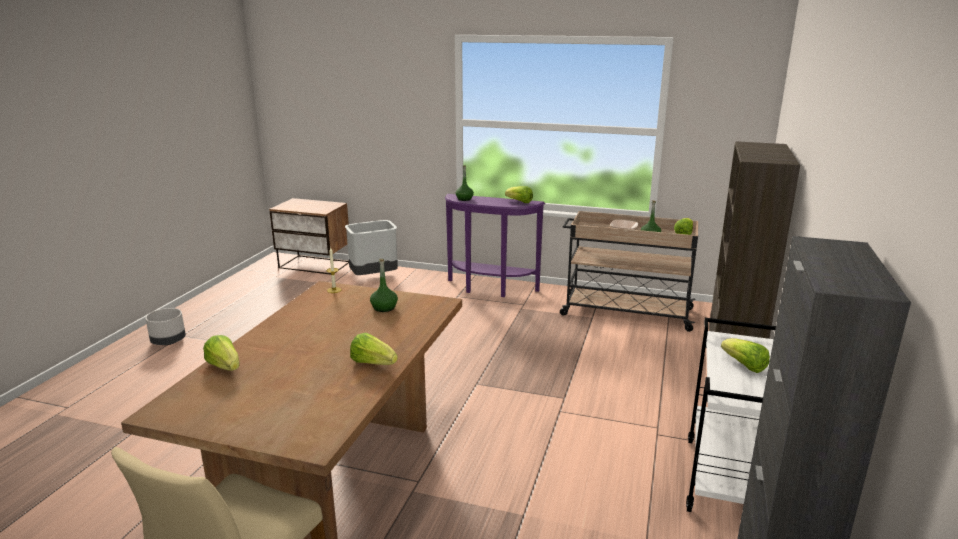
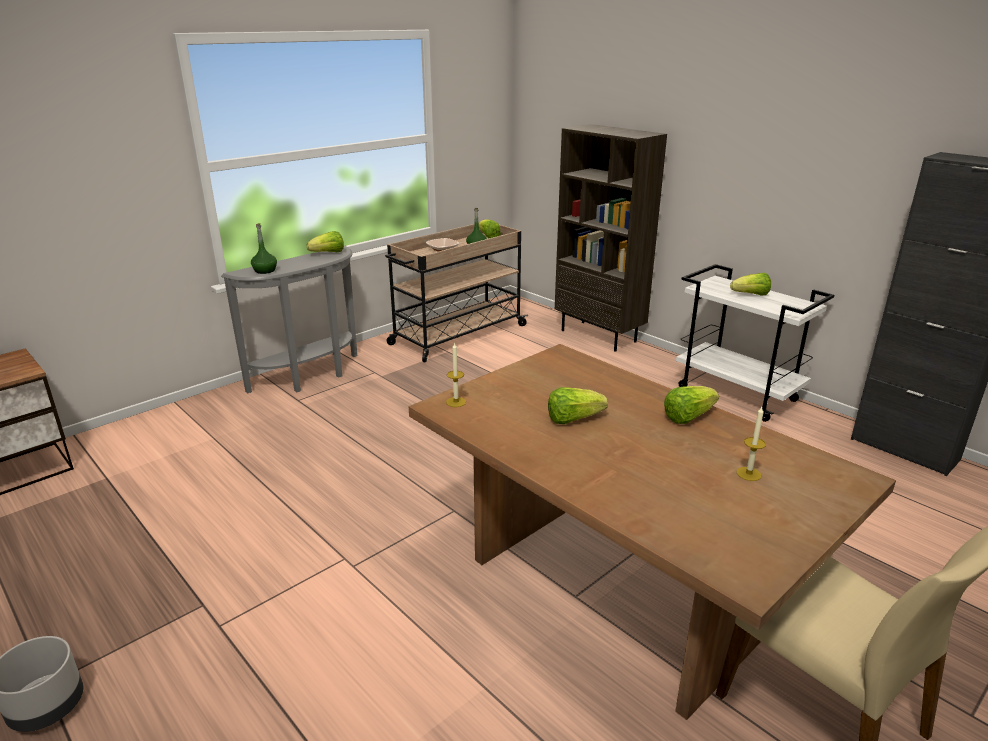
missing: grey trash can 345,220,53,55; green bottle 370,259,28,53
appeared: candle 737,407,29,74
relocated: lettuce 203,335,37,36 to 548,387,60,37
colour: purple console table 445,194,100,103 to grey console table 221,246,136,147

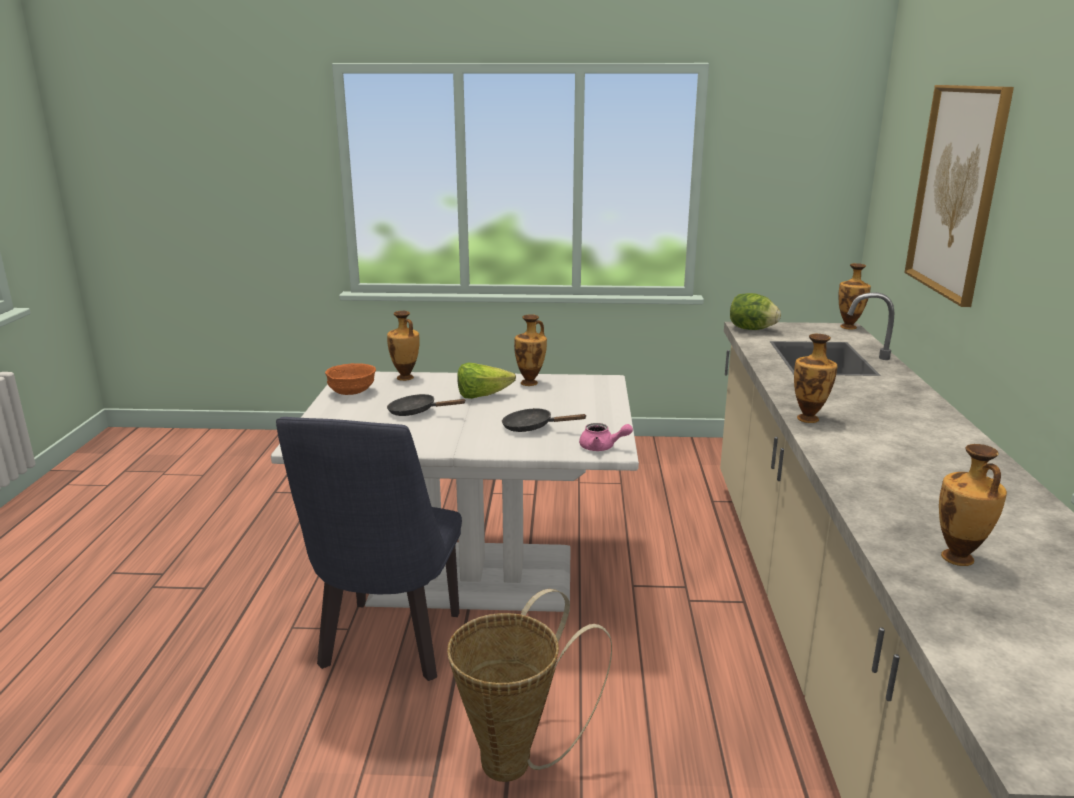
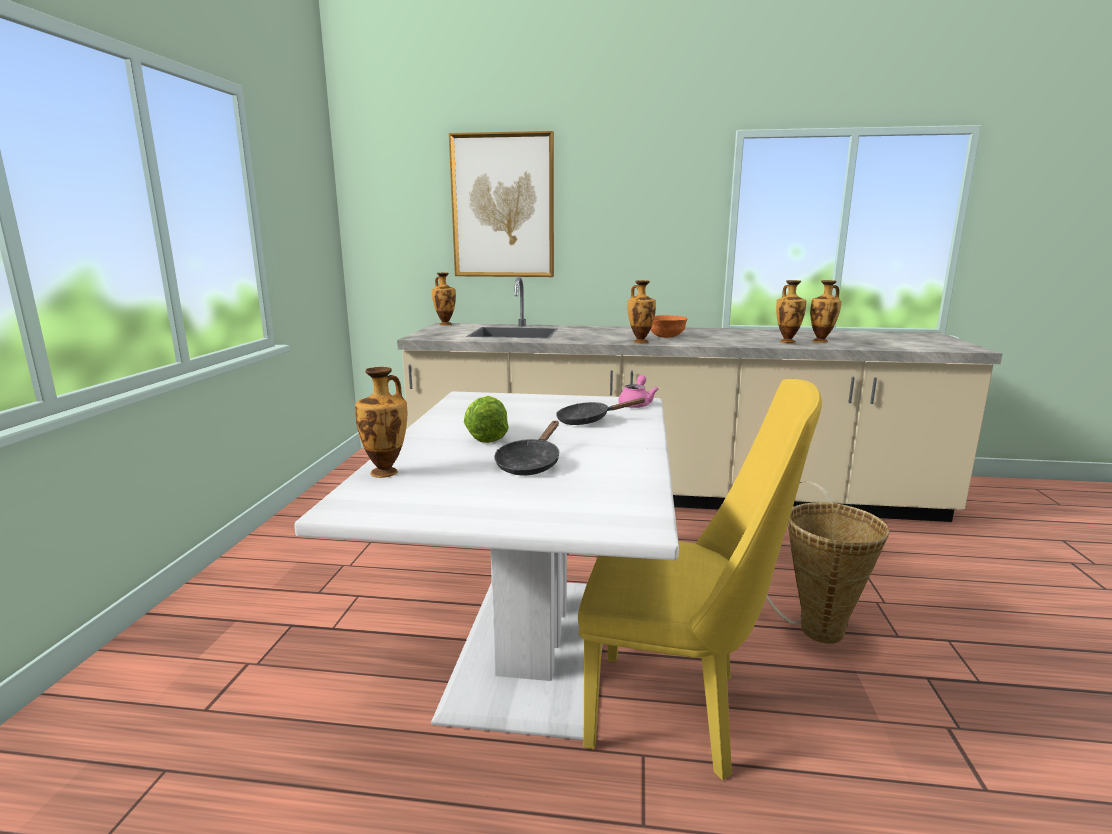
missing: lettuce 730,293,51,37
relocated: orange bowl 325,363,51,32 to 650,315,38,23; vase 514,314,33,72 to 776,280,30,63
colour: blue chair 276,417,186,264 to yellow chair 578,379,244,401
spun: black frying pan 502,408,85,24 = 556,398,90,27 60 degrees clockwise

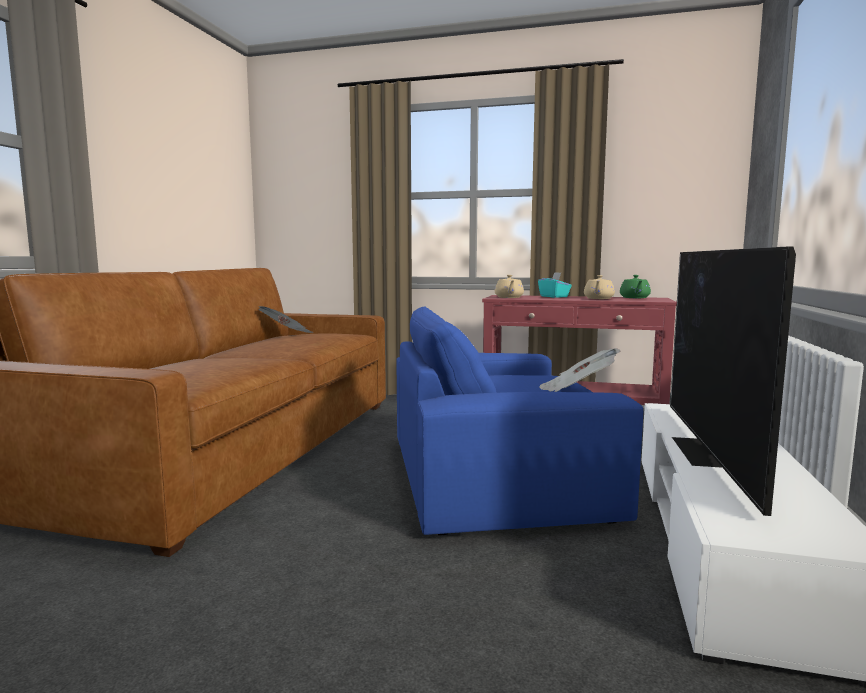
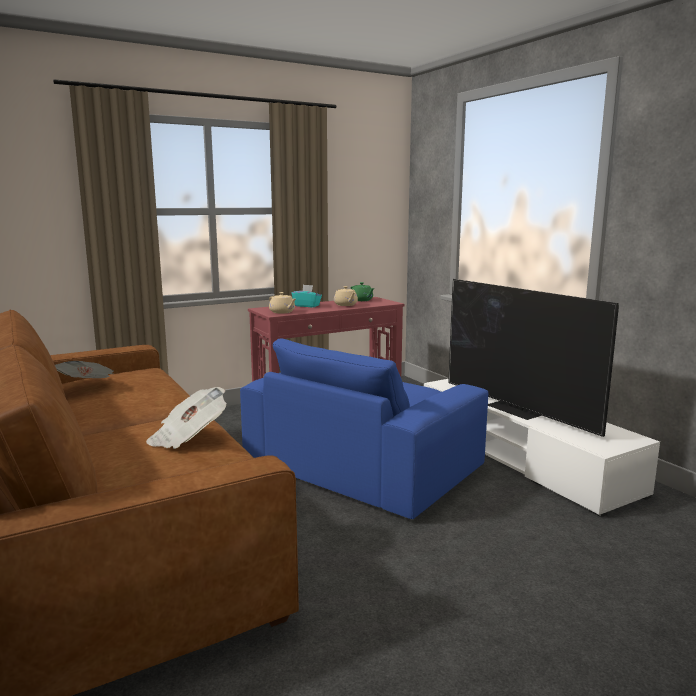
relocated: newspaper 539,348,82,44 to 146,387,81,62

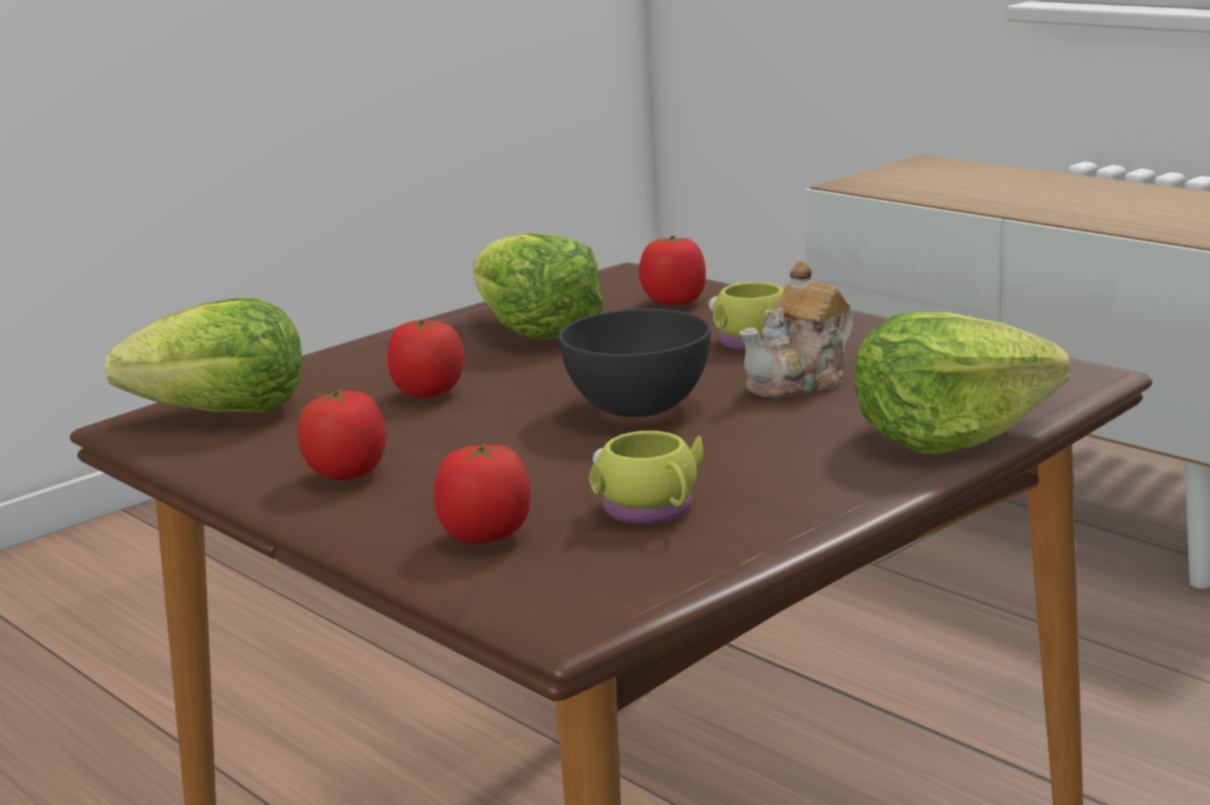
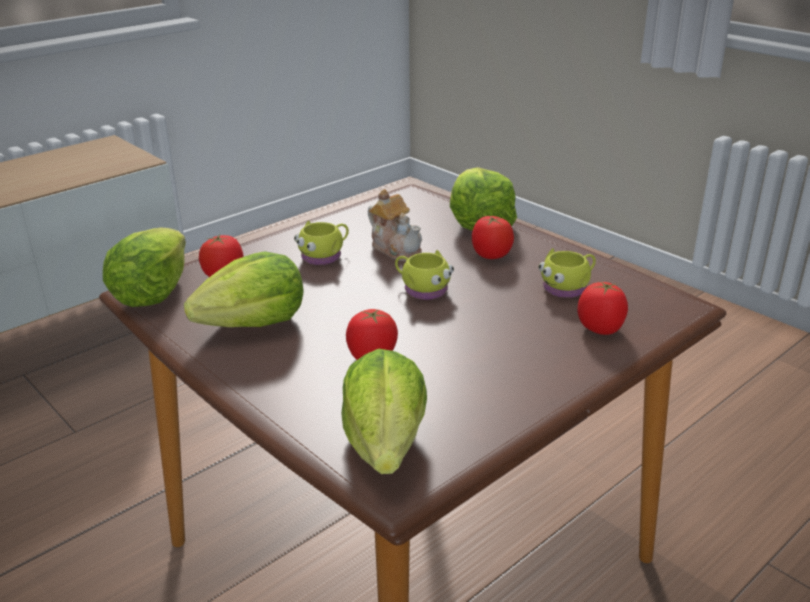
appeared: lettuce 103,228,83,79
relocated: tomato 297,387,89,93 to 472,216,42,43
exchanged: grey bowl 558,309,153,108 to yellow mug 395,250,59,50

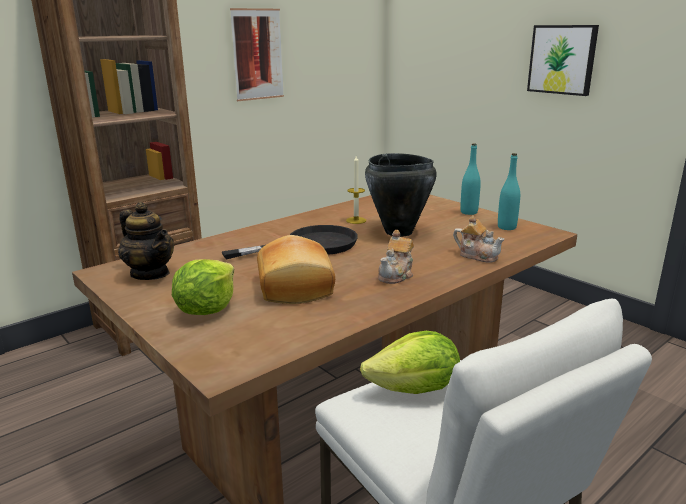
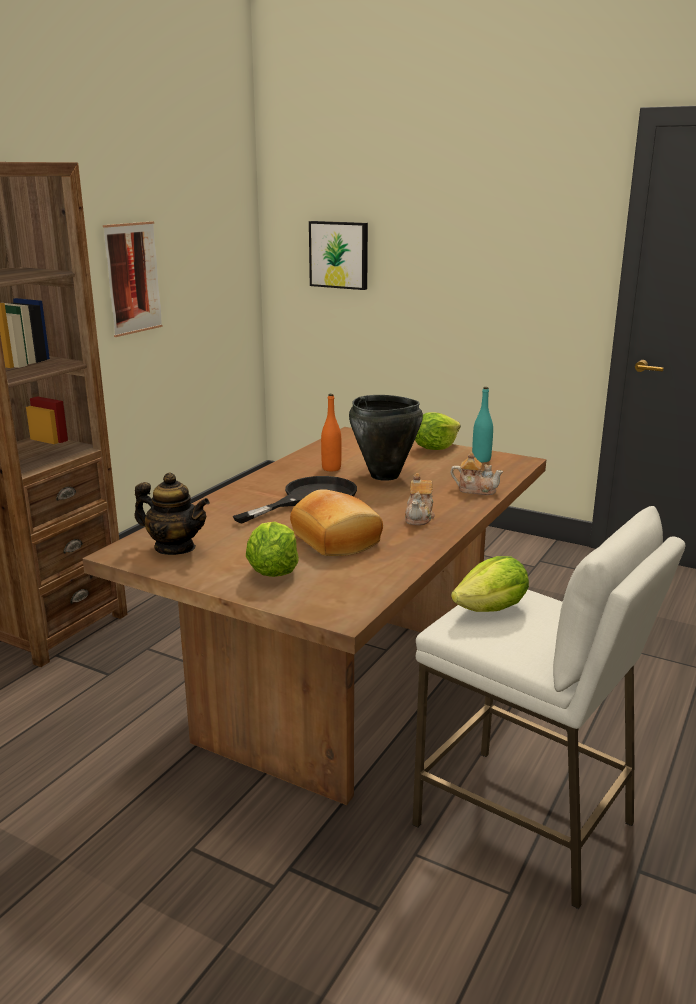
relocated: picture 527,25,72,71 to 309,221,59,69
exchanged: candle 346,156,20,68 to orange bottle 321,394,21,77; turquoise bottle 460,143,21,72 to lettuce 415,412,46,38

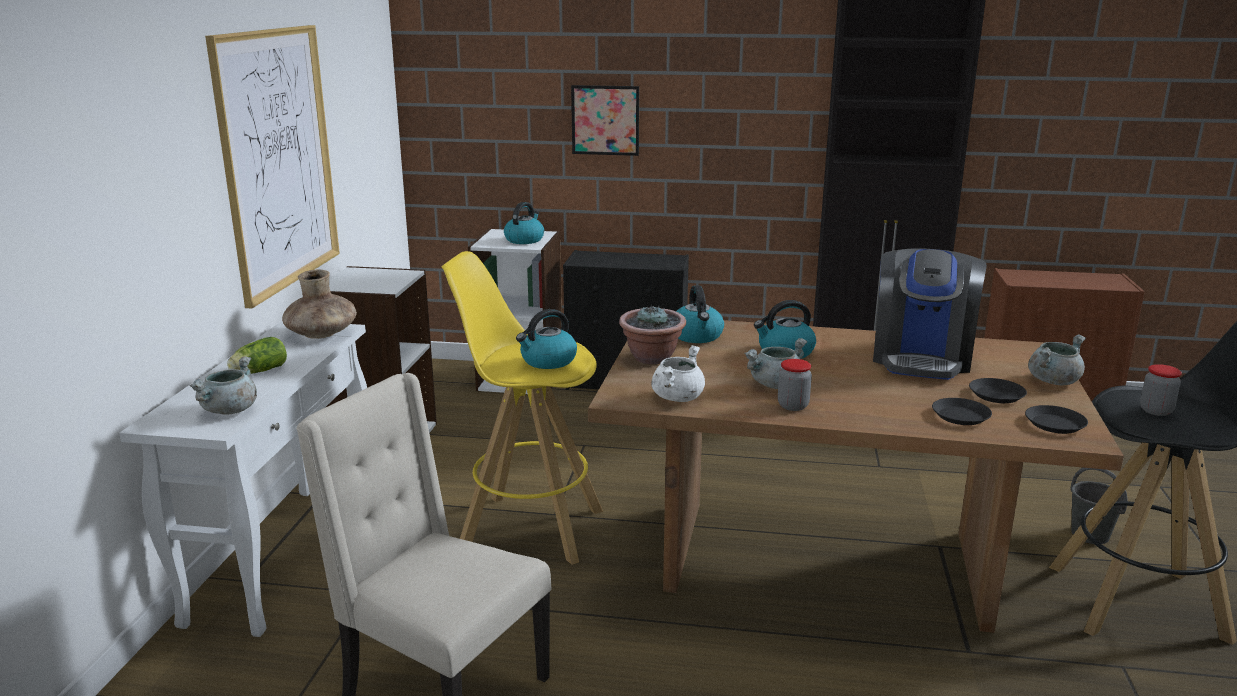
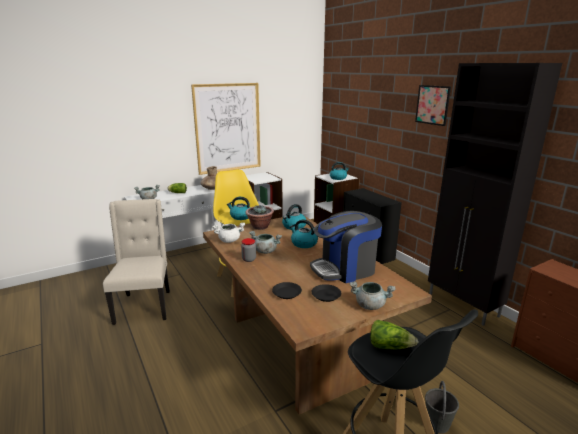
missing: black plate 1025,405,63,29
relocated: picture 571,85,68,71 to 415,85,36,41
exchanged: jar 1140,364,42,52 to lettuce 370,320,48,29

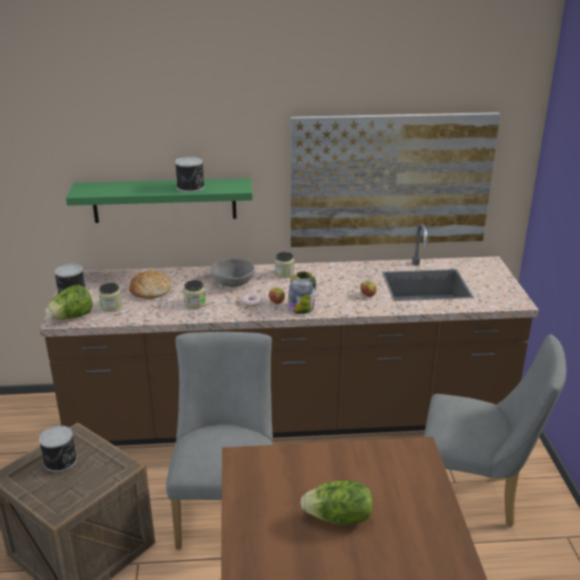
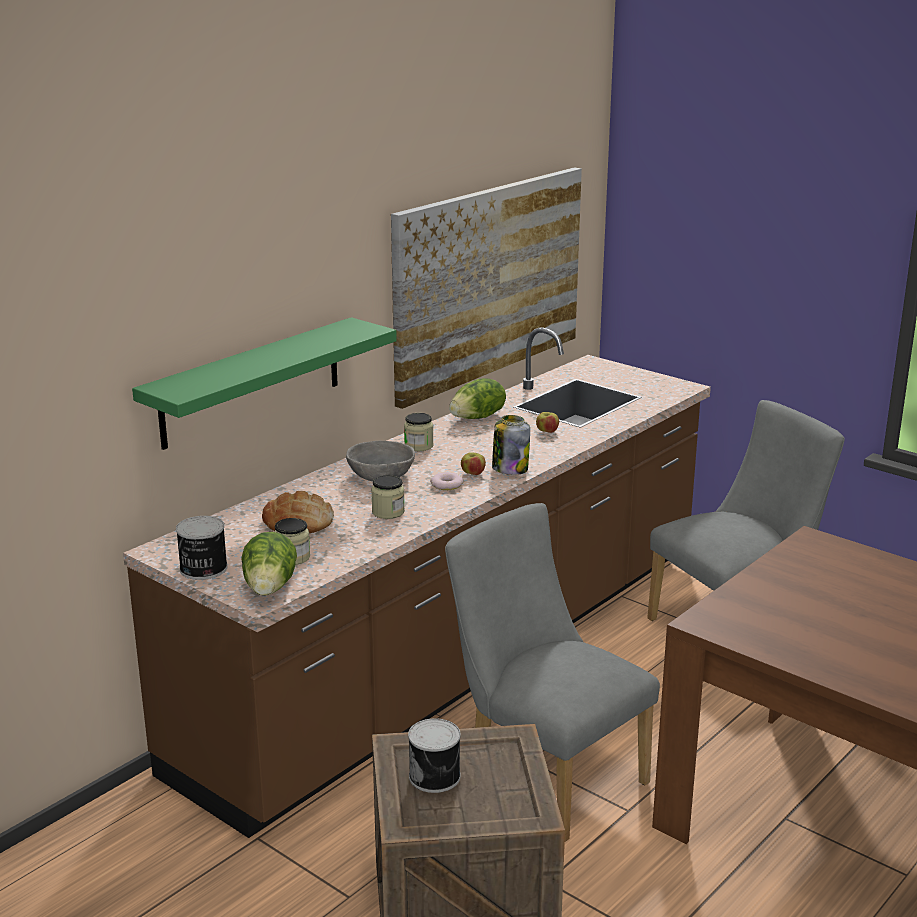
missing: can 175,156,30,36
relocated: lettuce 300,481,73,44 to 449,378,57,41

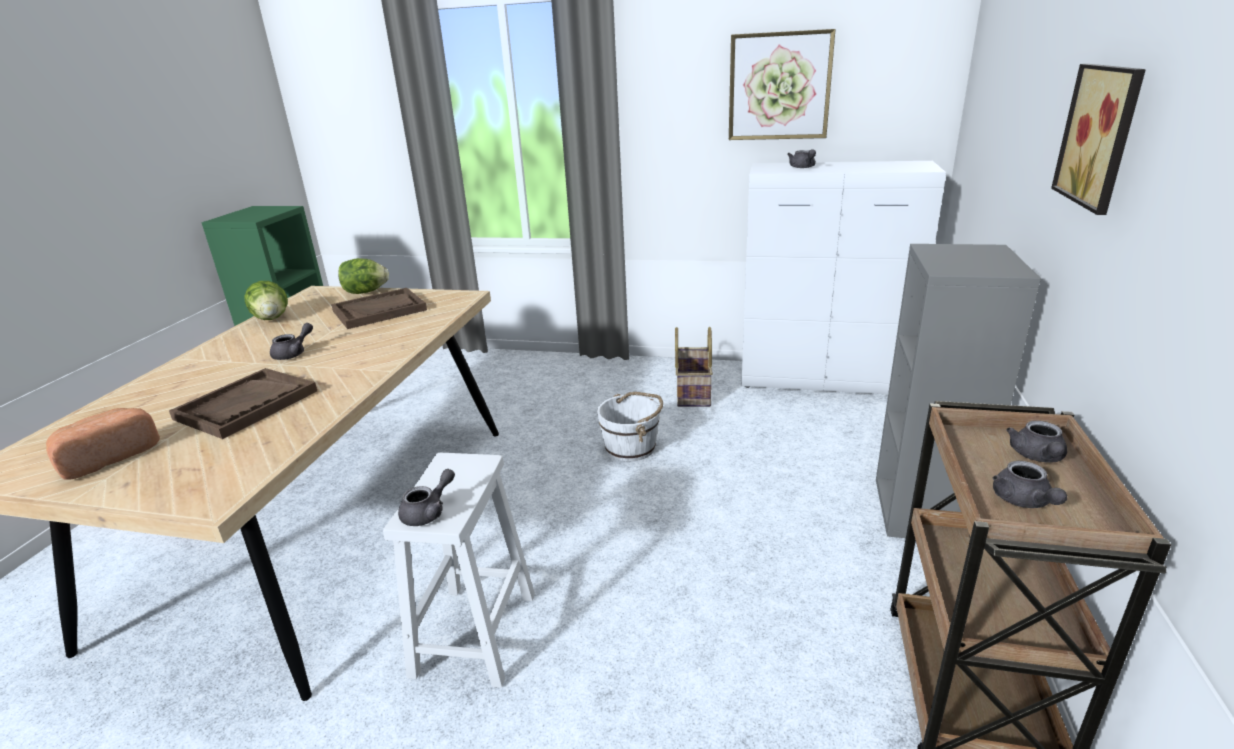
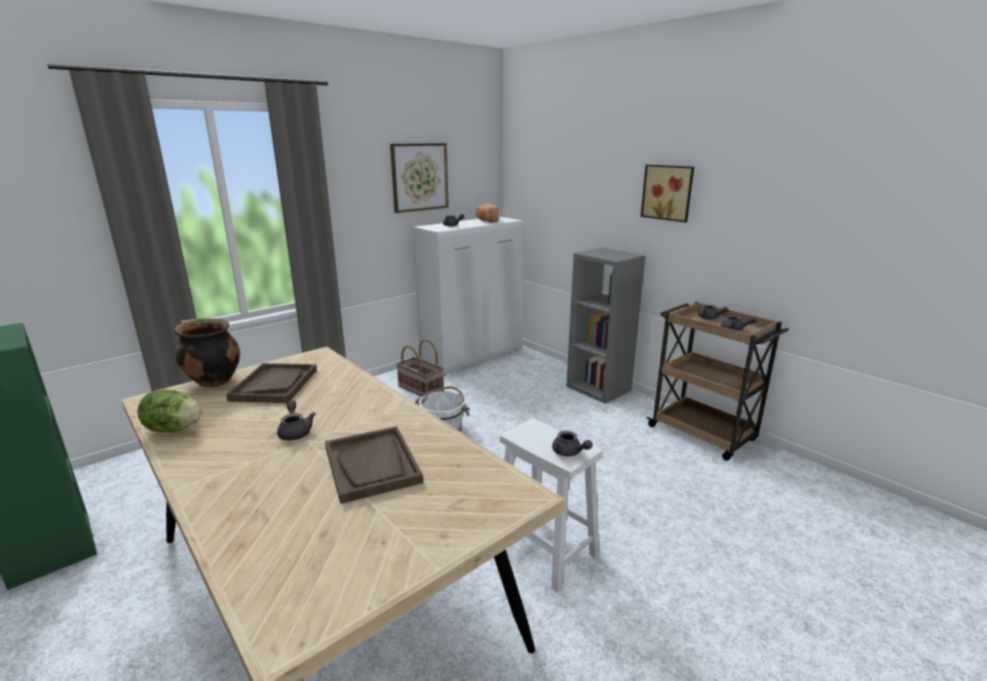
relocated: bread 46,408,114,72 to 476,204,23,18
exchanged: lettuce 338,258,51,36 to cooking pot 175,318,65,69
spun: grey teapot 398,469,57,57 = 552,431,41,26 150 degrees clockwise

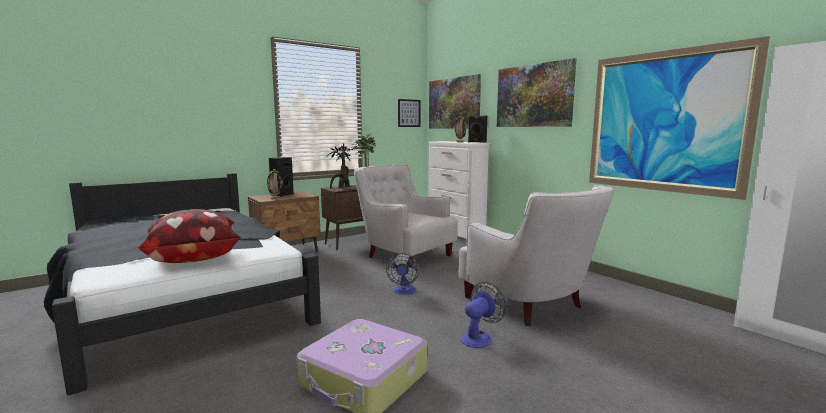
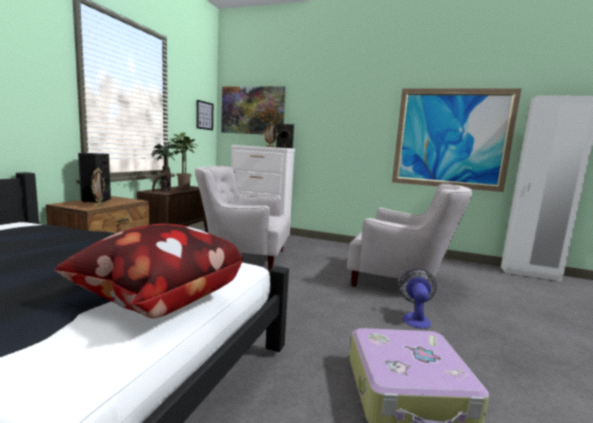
missing: fan 386,253,33,42; picture 497,58,79,69

